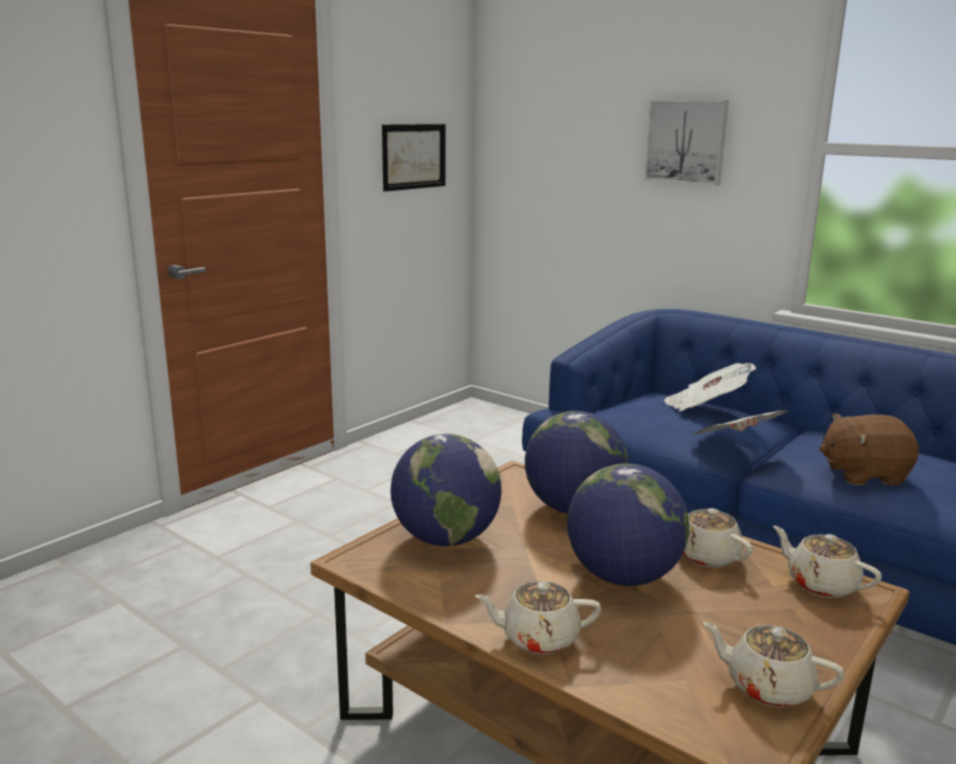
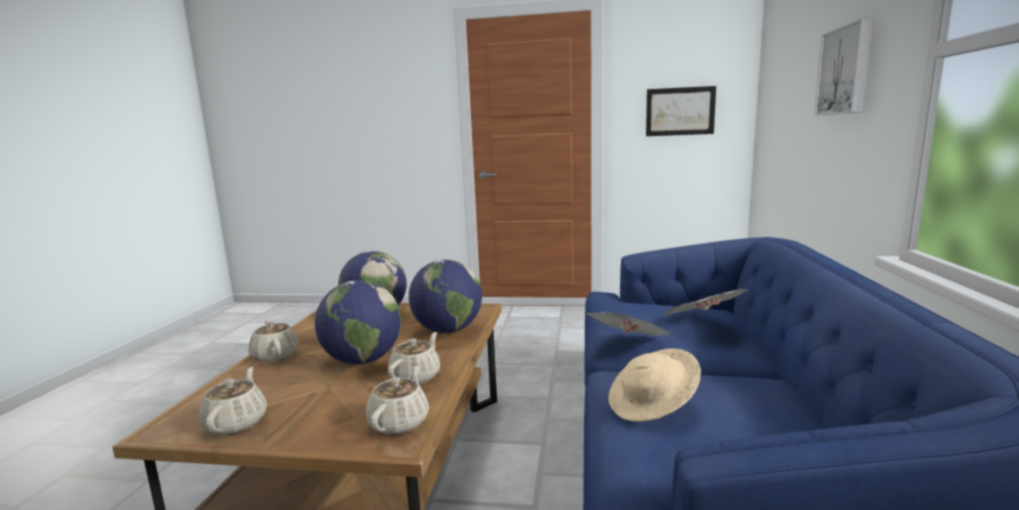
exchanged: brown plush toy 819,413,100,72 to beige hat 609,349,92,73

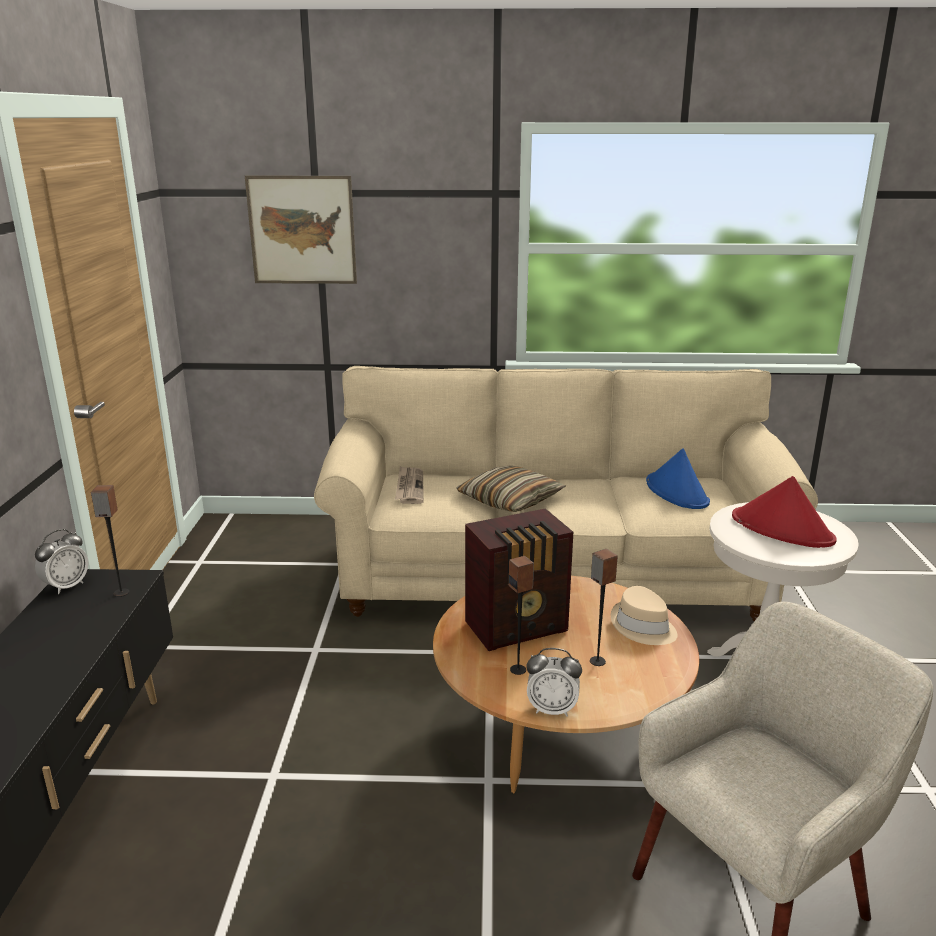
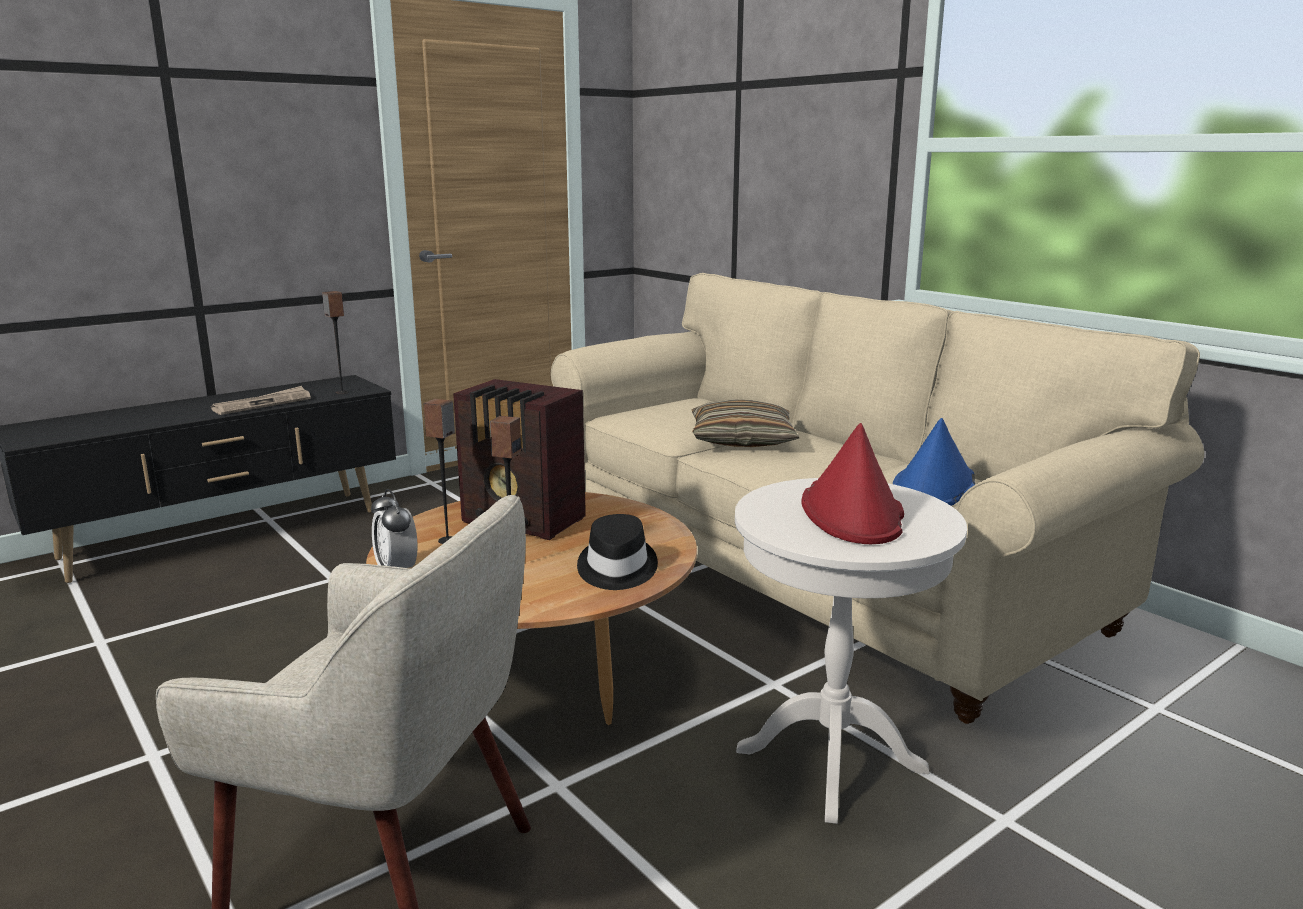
missing: alarm clock 35,529,53,65; picture 245,175,112,109
relocated: newspaper 395,466,29,38 to 211,386,100,29
colour: beige hat 611,586,67,59 to black hat 577,514,81,76

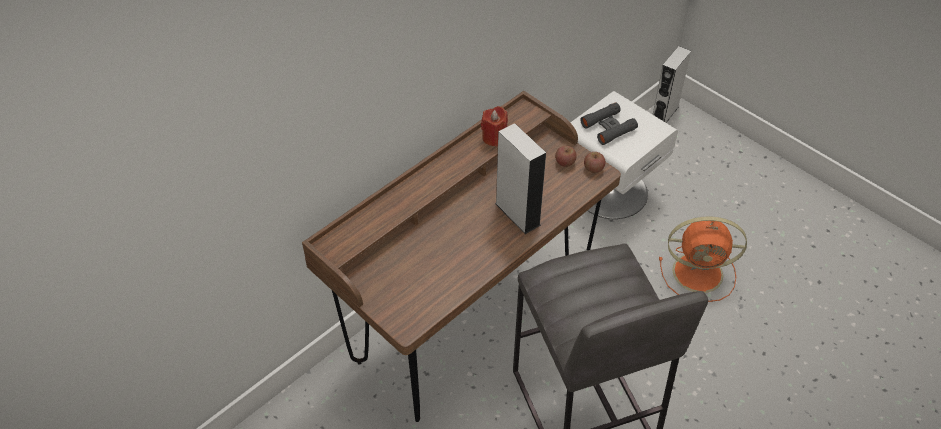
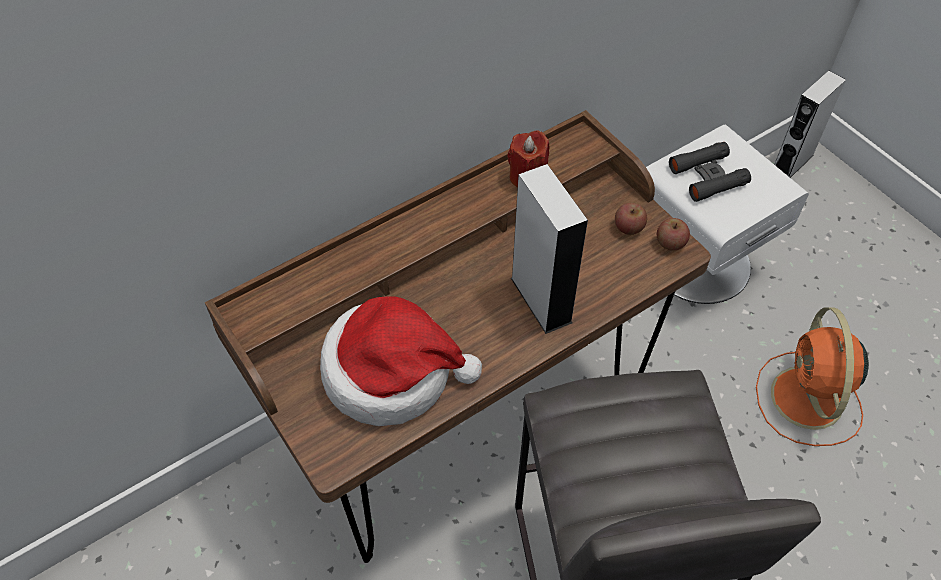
appeared: hat 320,296,162,130
spun: orange fan 659,216,88,86 = 756,307,113,139 75 degrees clockwise

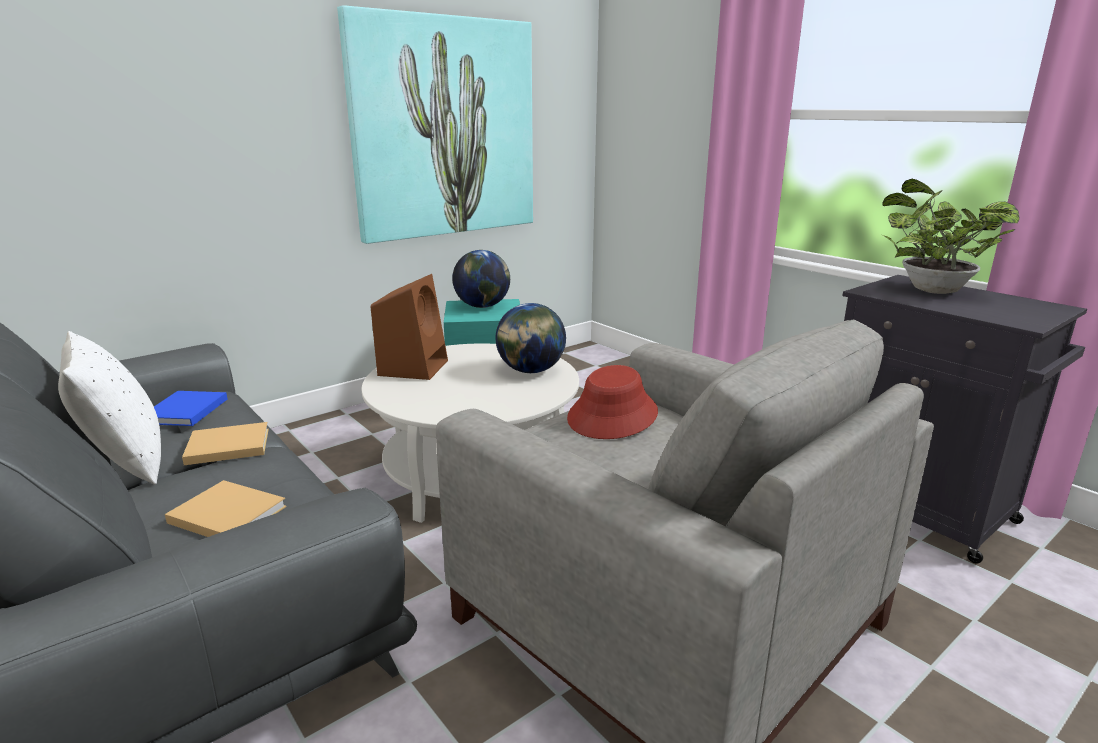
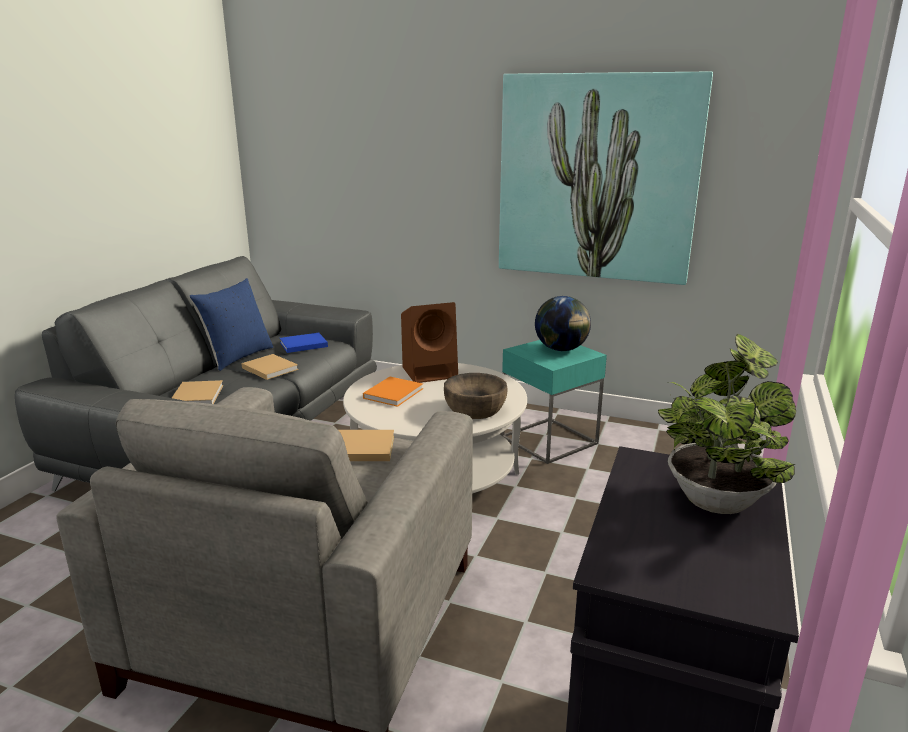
appeared: orange book 363,377,60,30
exchanged: globe 496,303,70,70 to brown bowl 444,373,64,46; red hat 567,365,91,74 to beige book 338,430,56,31
colour: white pillow 58,331,103,154 to blue pillow 189,278,84,93

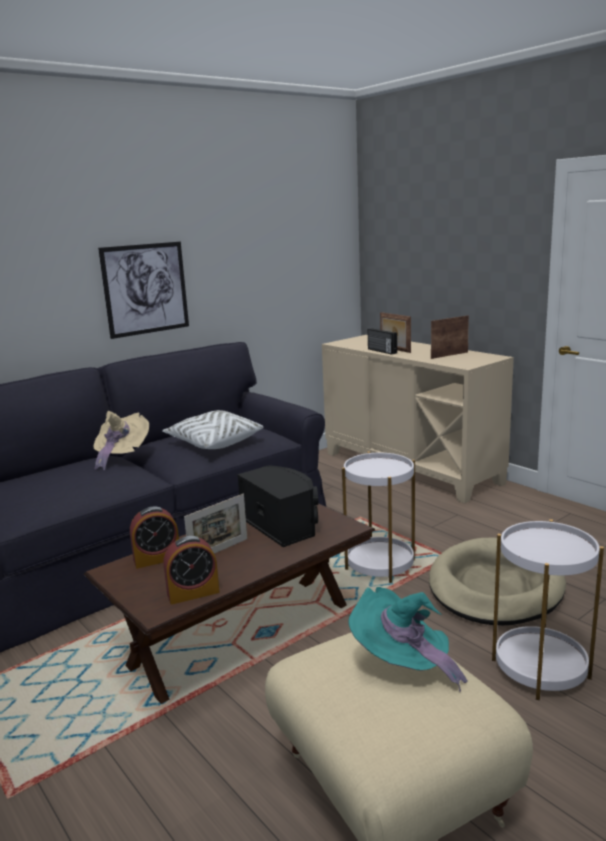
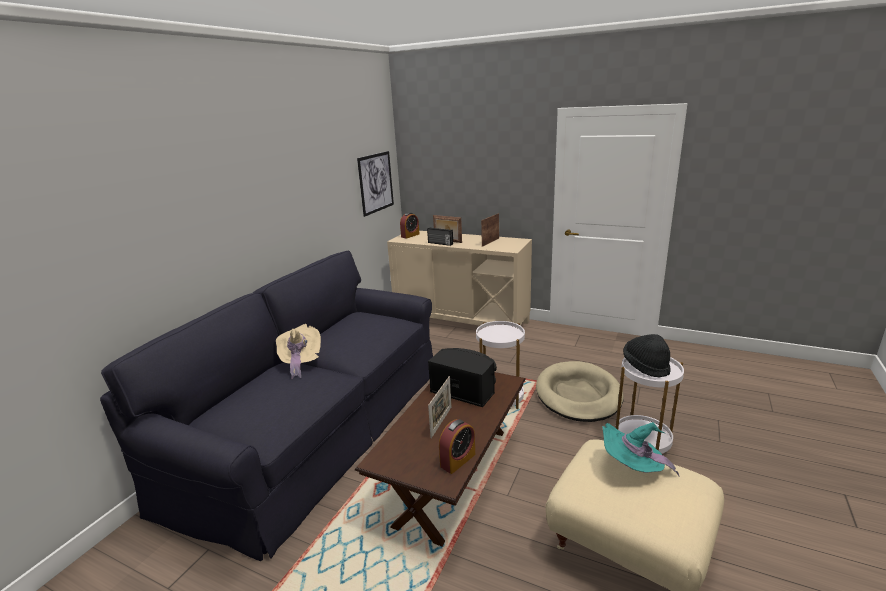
missing: white pillow 162,410,102,39
appeared: black hat 623,334,48,43
relocated: picture 98,242,91,97 to 357,151,37,66; alarm clock 130,506,49,62 to 400,212,20,27

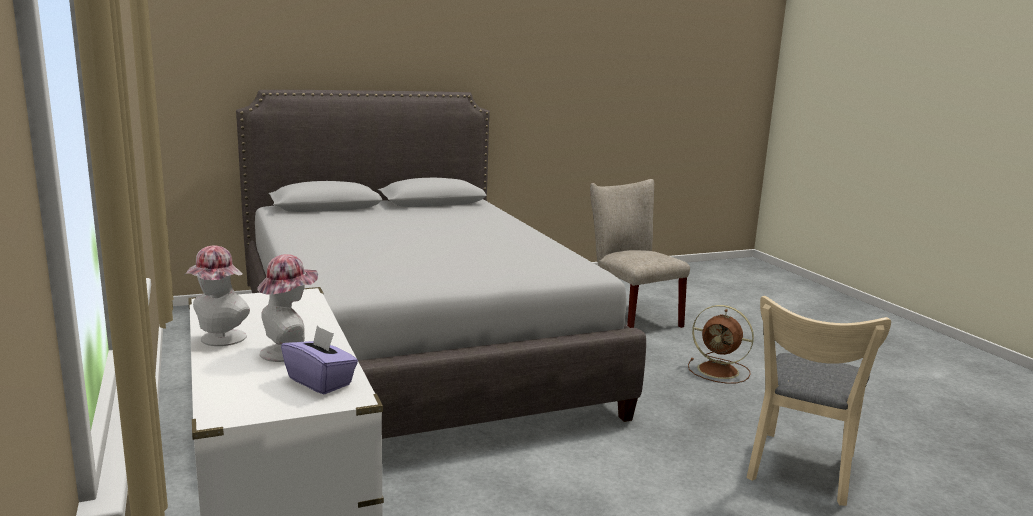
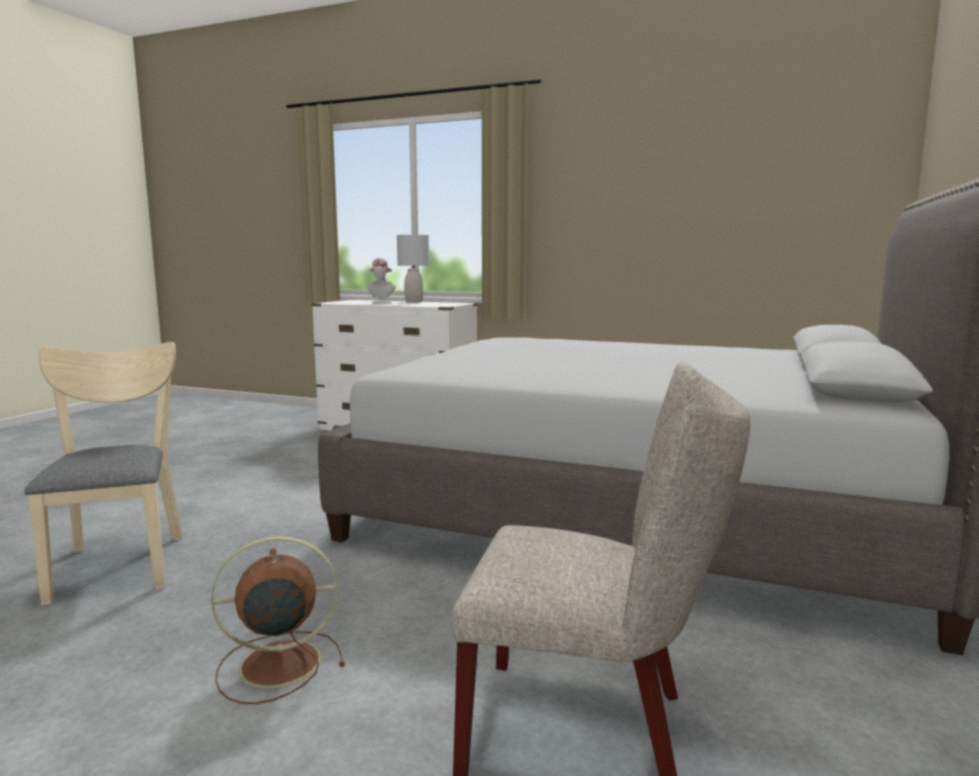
missing: purple tissue box 281,326,77,68
exchanged: hat 185,245,65,101 to grey table lamp 397,235,32,67

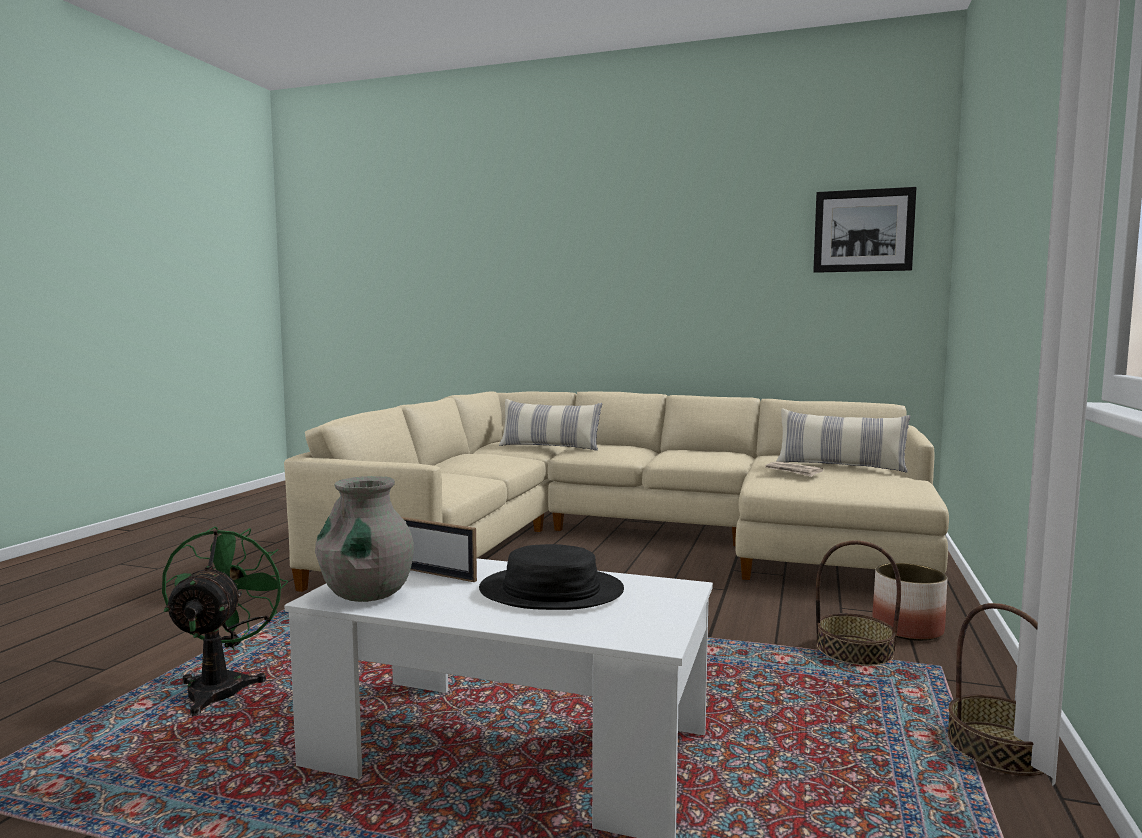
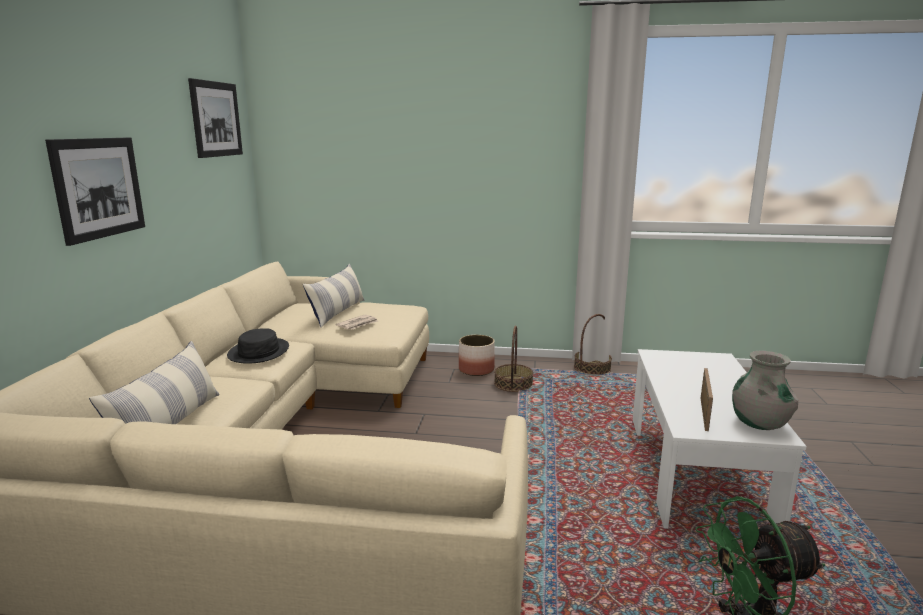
appeared: picture 45,137,100,109
relocated: black hat 479,544,145,66 to 227,328,62,36

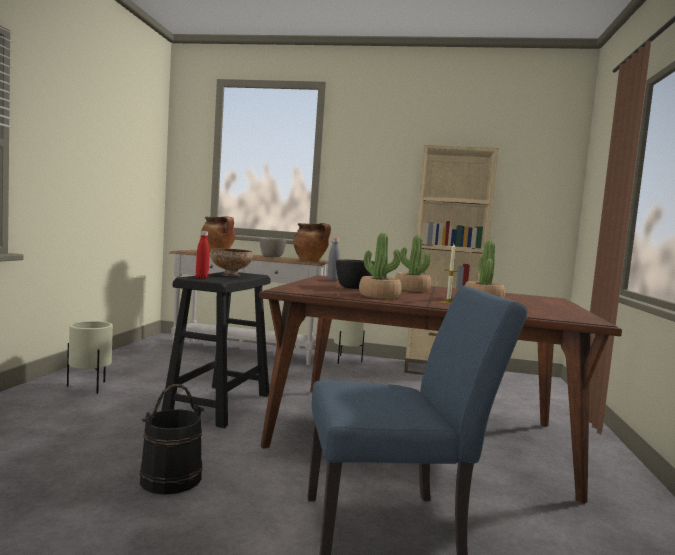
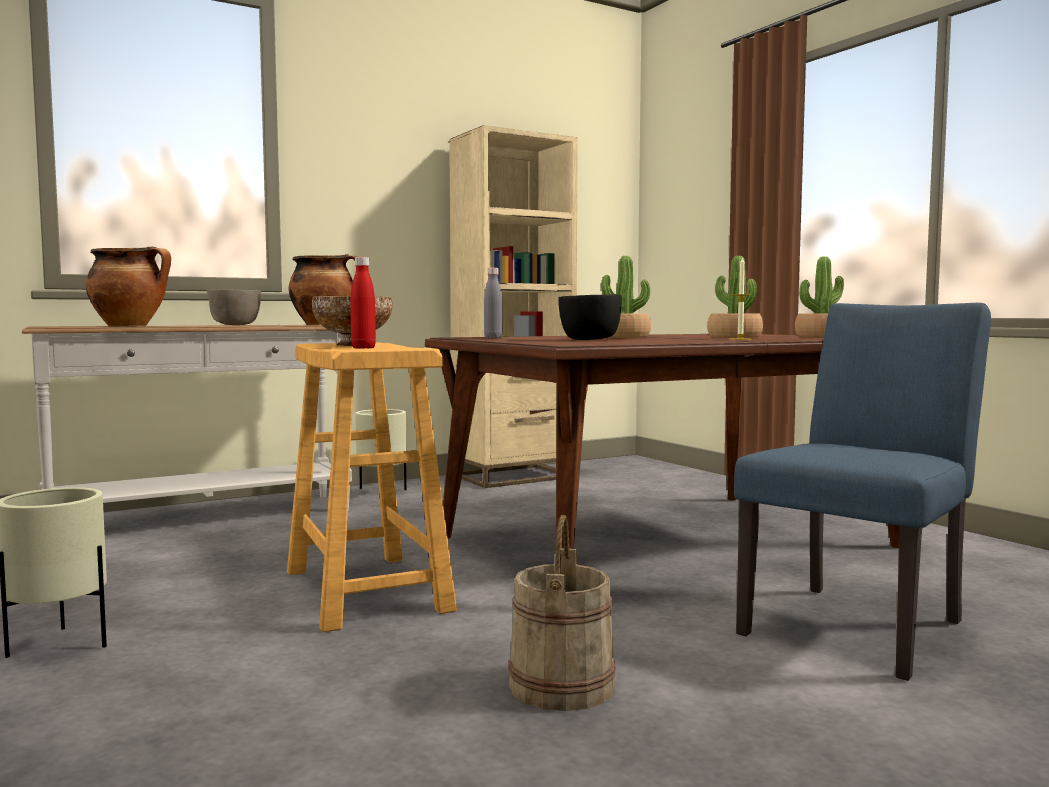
relocated: potted plant 359,233,43,66 to 795,256,49,81
colour: black bucket 140,384,64,110 to beige bucket 508,515,108,196; black stool 161,271,110,157 to beige stool 287,343,170,289

